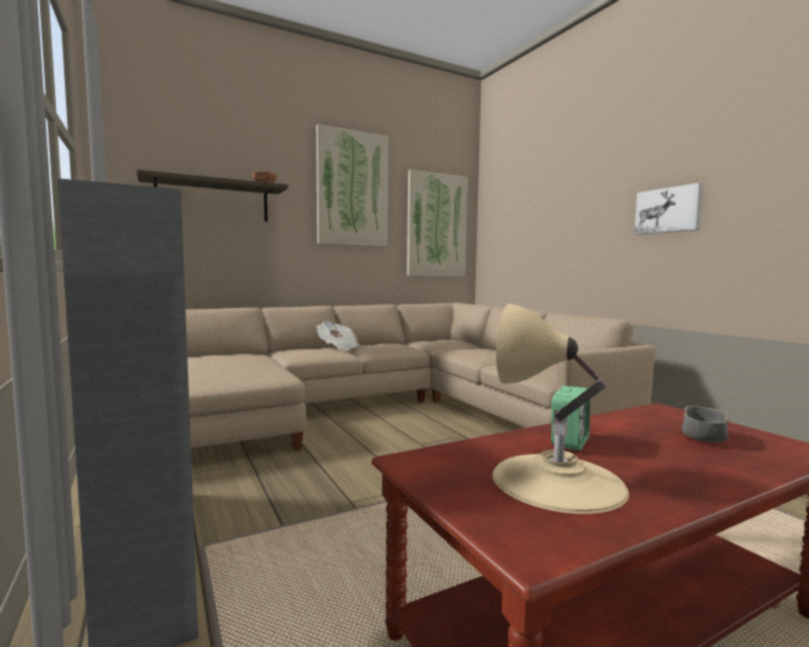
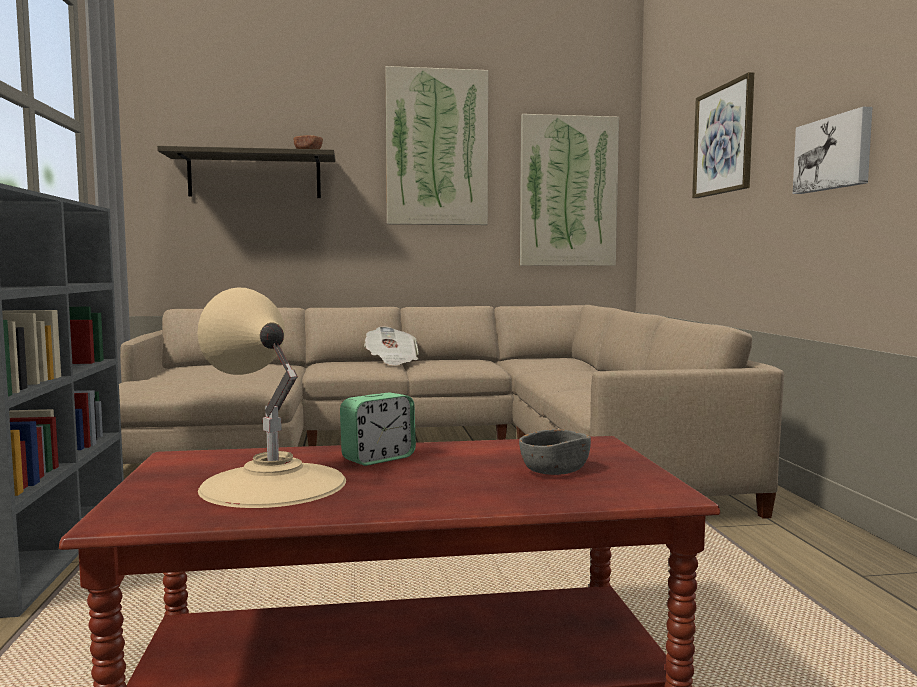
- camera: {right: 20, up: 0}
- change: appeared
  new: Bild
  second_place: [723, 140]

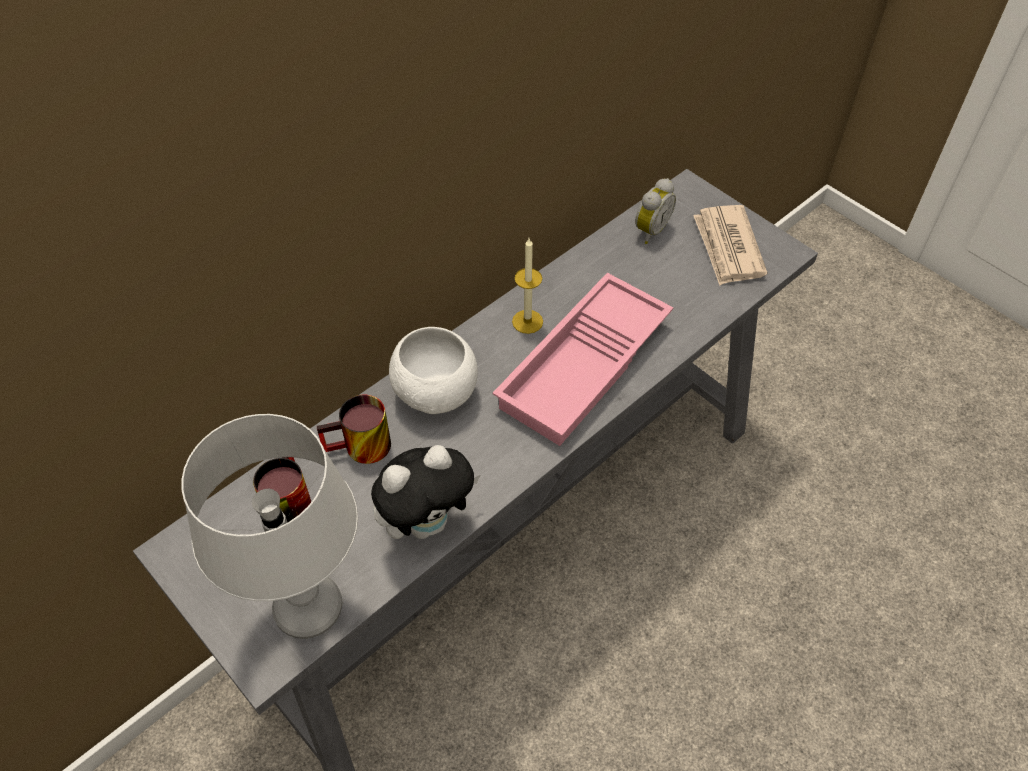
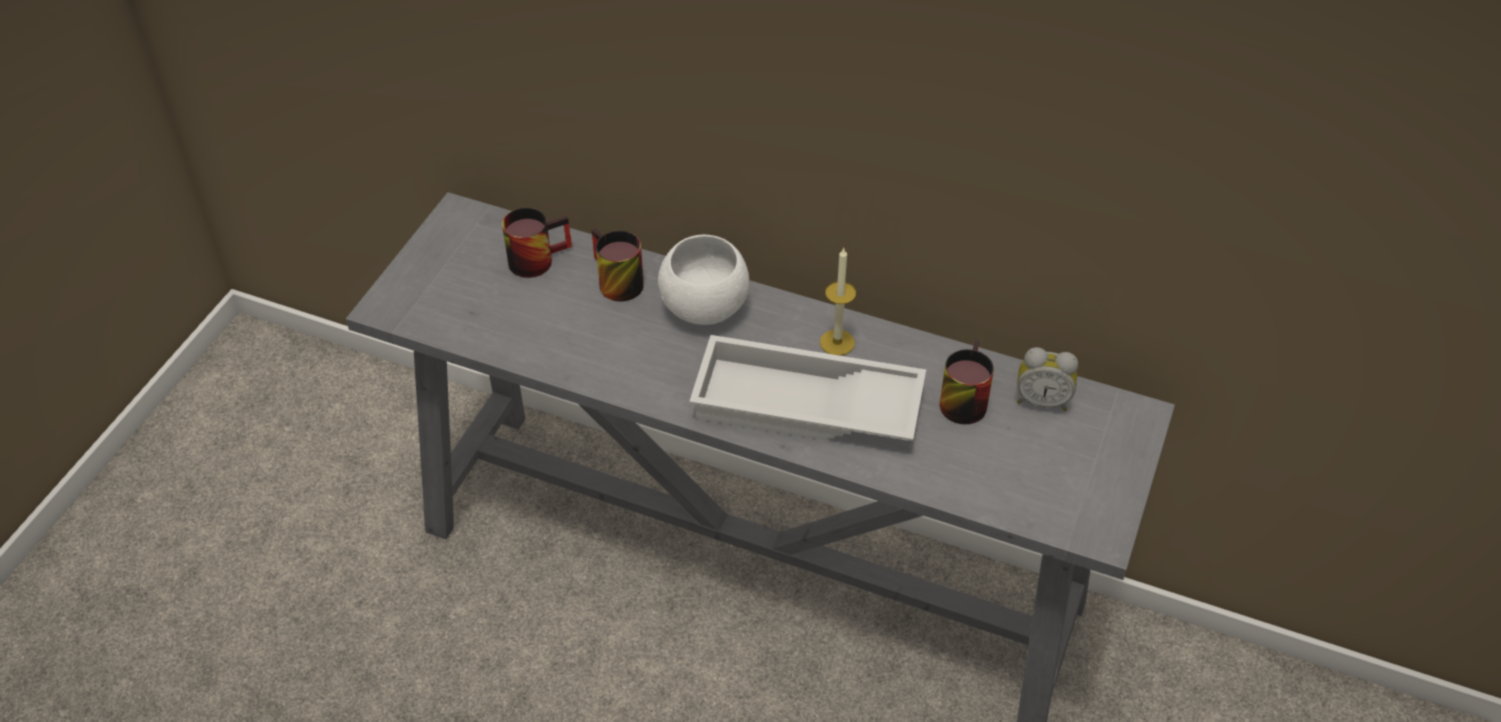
- camera: {right: 65, up: -5}
- change: missing
  old: Zeitung
  first_place: [728, 248]
- change: colour
  old: Tablett (rosa)
  new: Tablett (weiß)
  first_place: [585, 368]
  second_place: [804, 407]
- change: missing
  old: Tischlampe (grau)
  first_place: [309, 609]
- change: missing
  old: Plüschtier
  first_place: [428, 522]
- change: appeared
  new: Henkelbecher
  second_place: [960, 398]

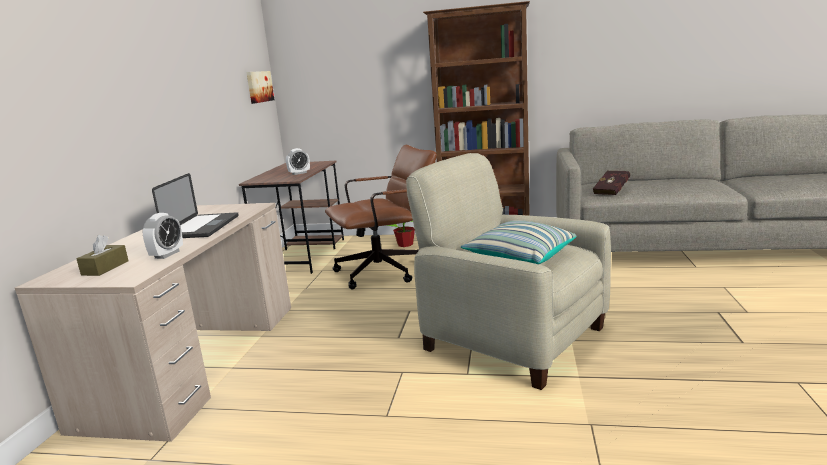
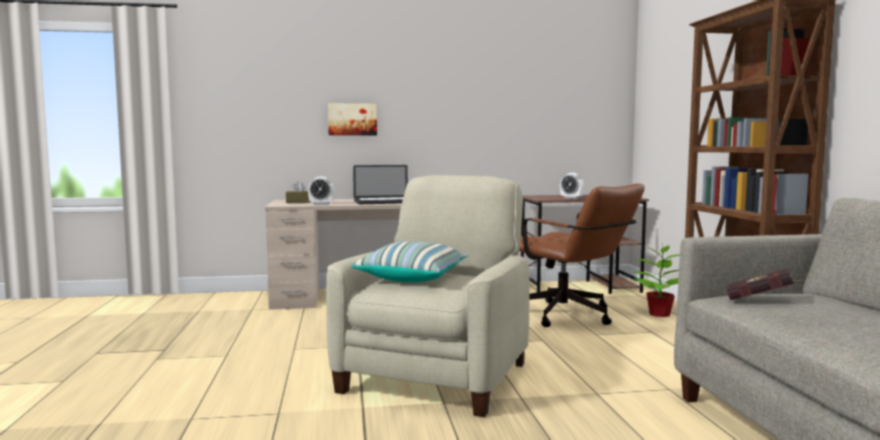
- camera: {right: 70, up: -10}
- change: relocated
  old: Bild
  first_place: [259, 87]
  second_place: [352, 119]

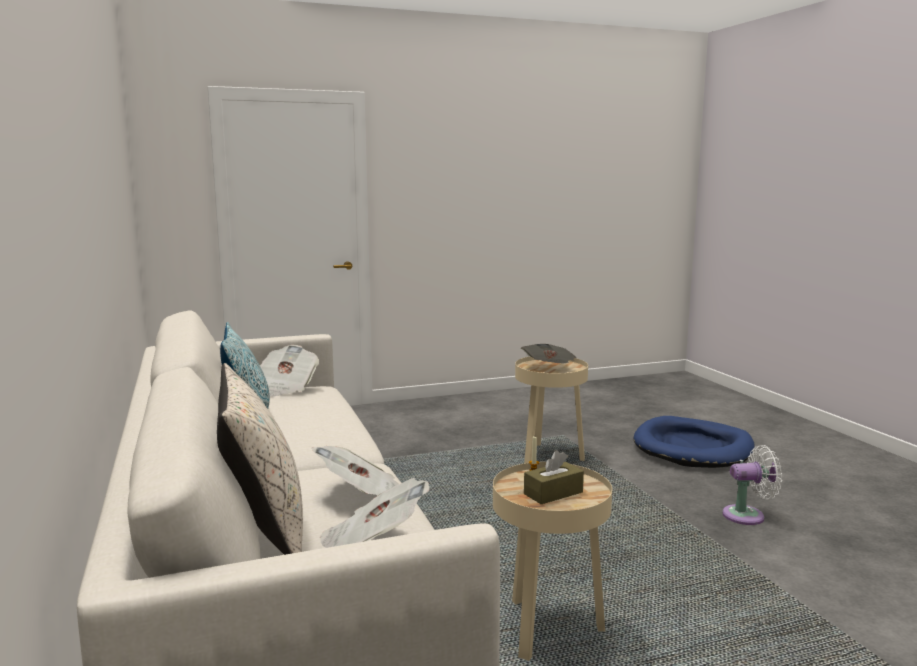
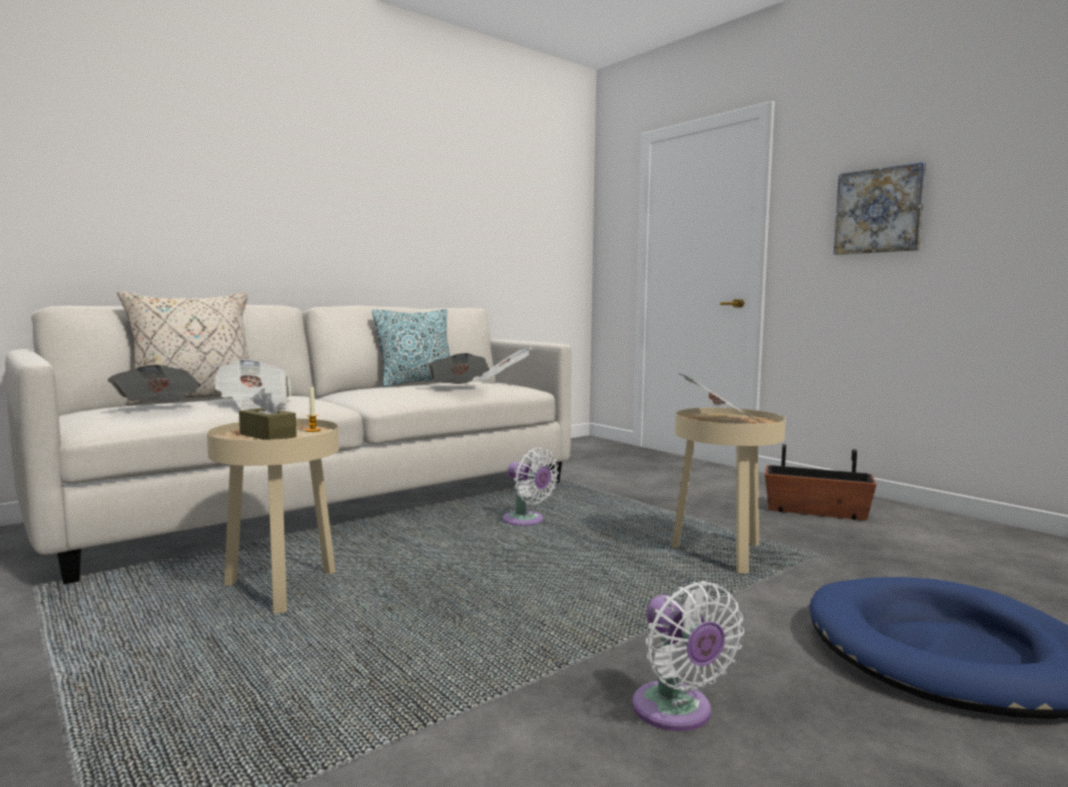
- camera: {right: 70, up: -5}
- change: appeared
  new: Bild
  second_place: [879, 211]
- change: appeared
  new: Zeitung
  second_place: [458, 387]
- change: appeared
  new: Pflanzkübel
  second_place: [816, 511]
- change: appeared
  new: Ventilator (weiß)
  second_place: [526, 521]

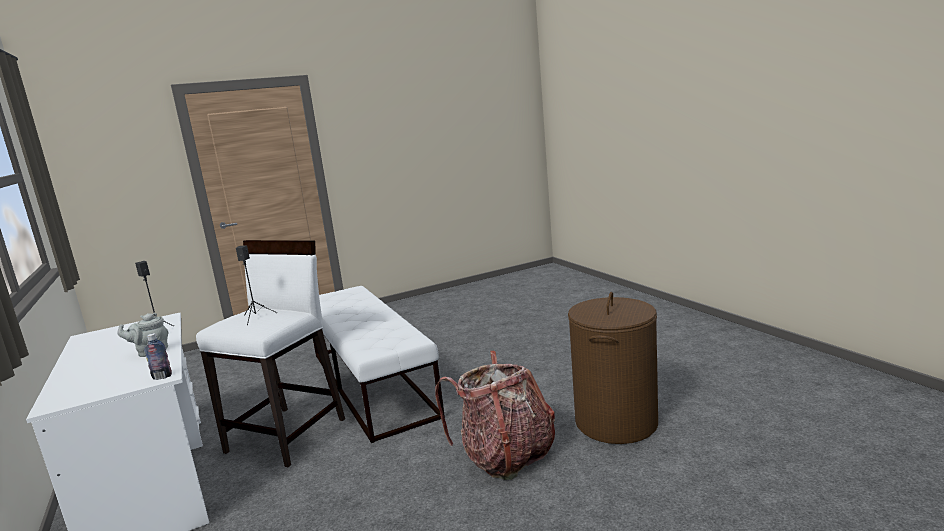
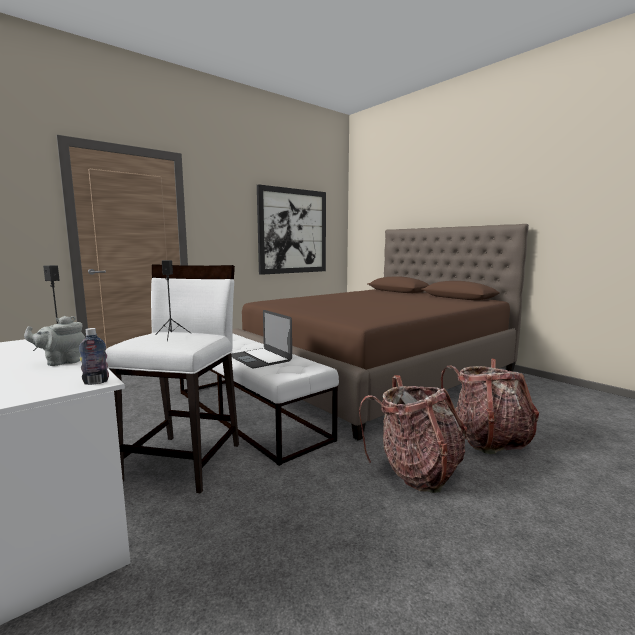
- camera: {right: -15, up: -5}
- change: exchanged
  old: Wäschekorb (braun)
  new: Rucksack
  first_place: [615, 422]
  second_place: [488, 439]
- change: appeared
  new: Bild
  second_place: [293, 231]
- change: appeared
  new: Bett (braun)
  second_place: [377, 374]
- change: appeared
  new: Laptop
  second_place: [259, 358]

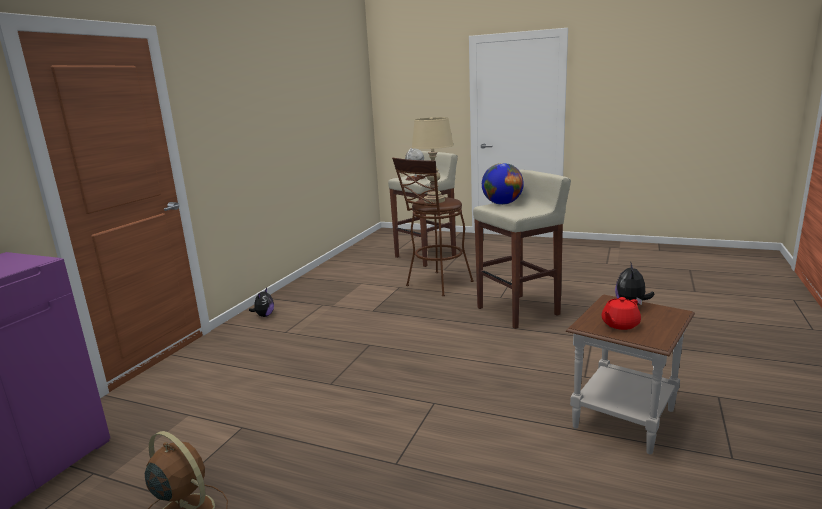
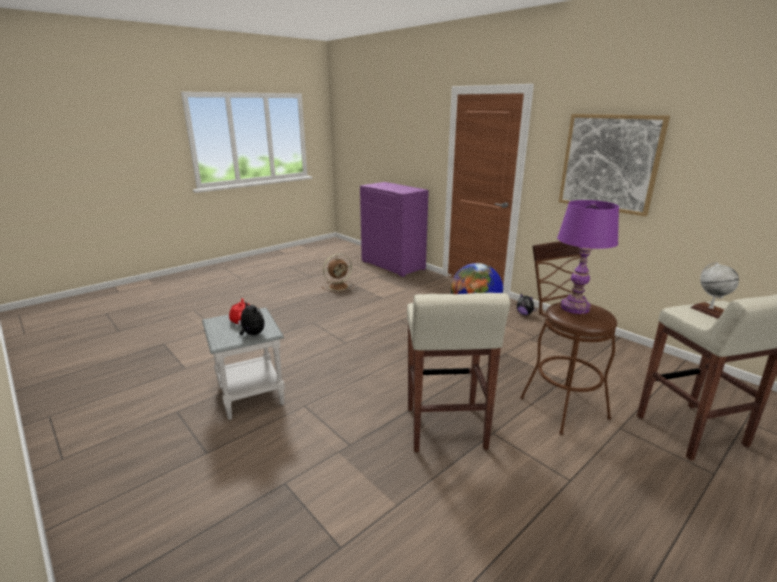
- camera: {right: 115, up: 5}
- change: colour
  old: Tischlampe (beige)
  new: Tischlampe (lila)
  first_place: [434, 201]
  second_place: [574, 308]
- change: colour
  old: Beistelltisch (braun)
  new: Beistelltisch (grau)
  first_place: [623, 419]
  second_place: [250, 395]
- change: appeared
  new: Bild
  second_place: [609, 163]

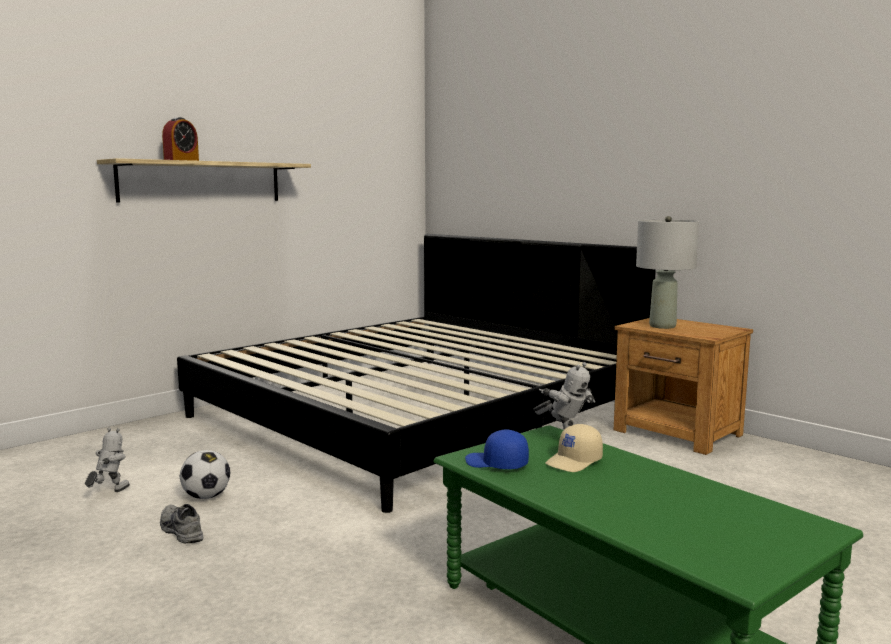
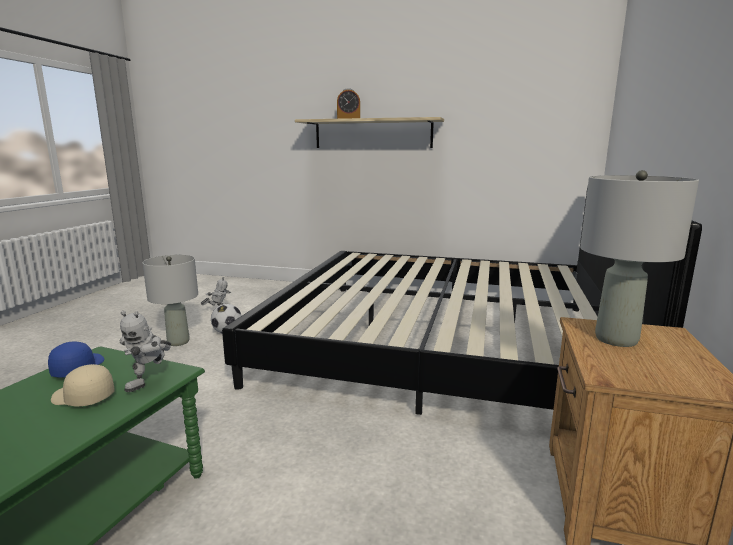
- camera: {right: 60, up: 5}
- change: exchanged
  old: Schuh (grau)
  new: Tischlampe (grau)
  first_place: [179, 531]
  second_place: [178, 342]

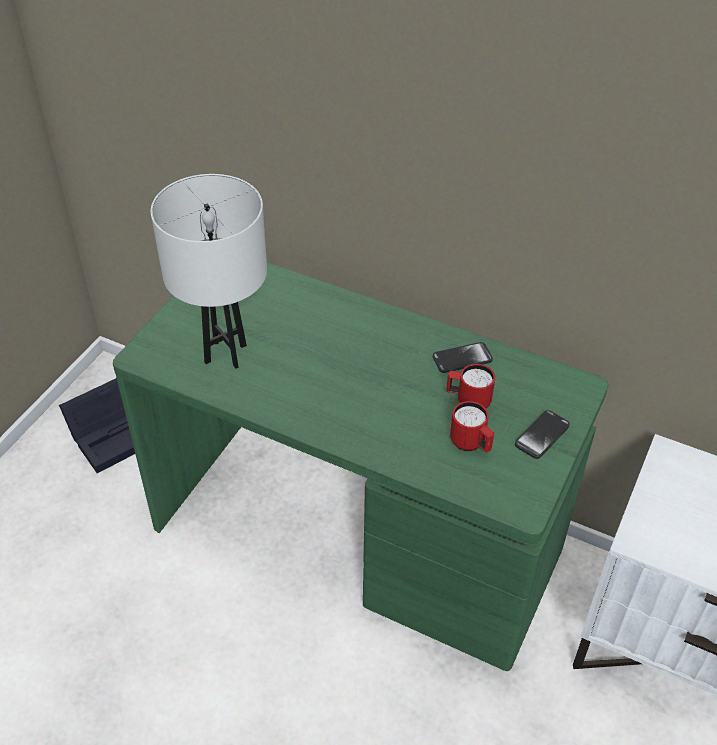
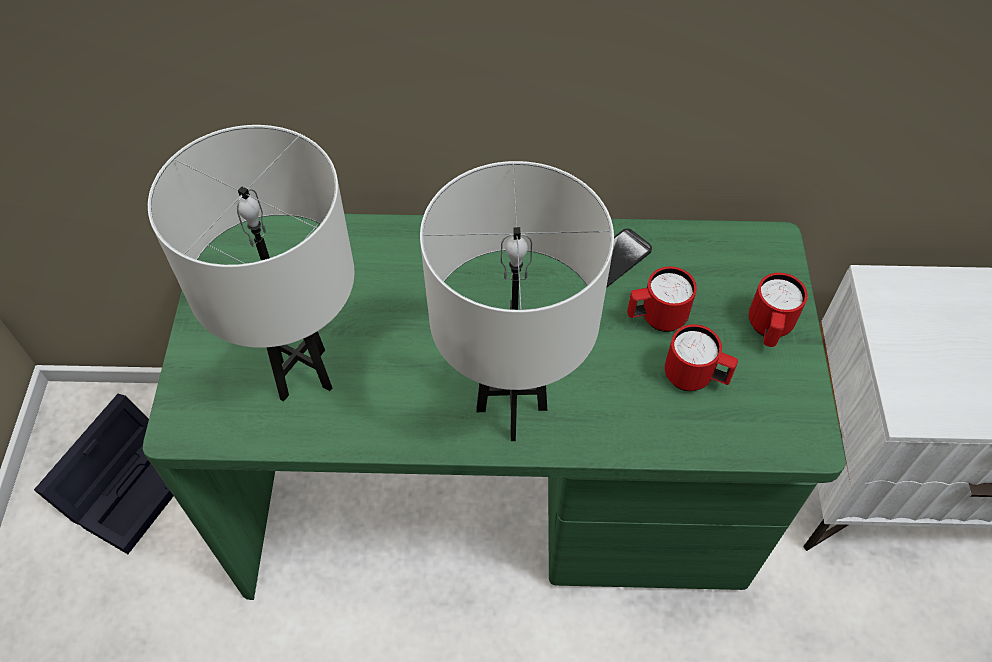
- camera: {right: -25, up: 10}
- change: exchanged
  old: Handy
  new: Henkelbecher (rot)
  first_place: [542, 435]
  second_place: [768, 330]
- change: appeared
  new: Tischlampe (weiß)
  second_place: [511, 409]

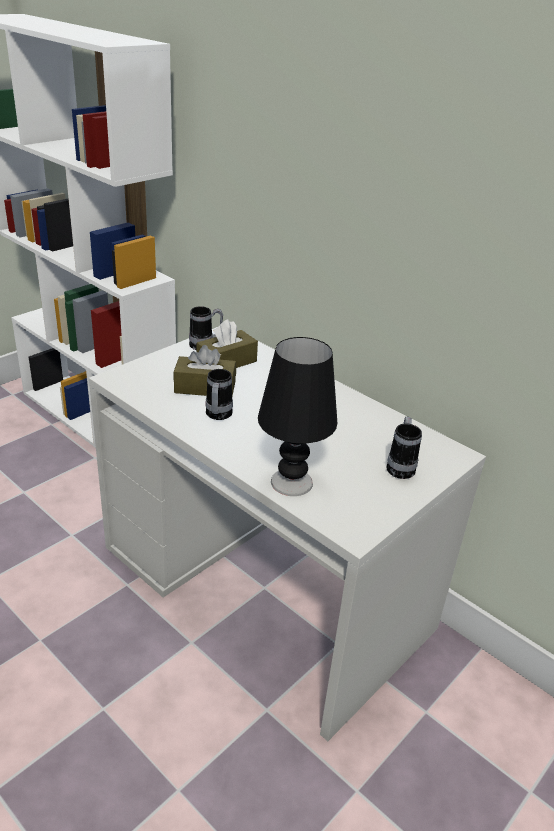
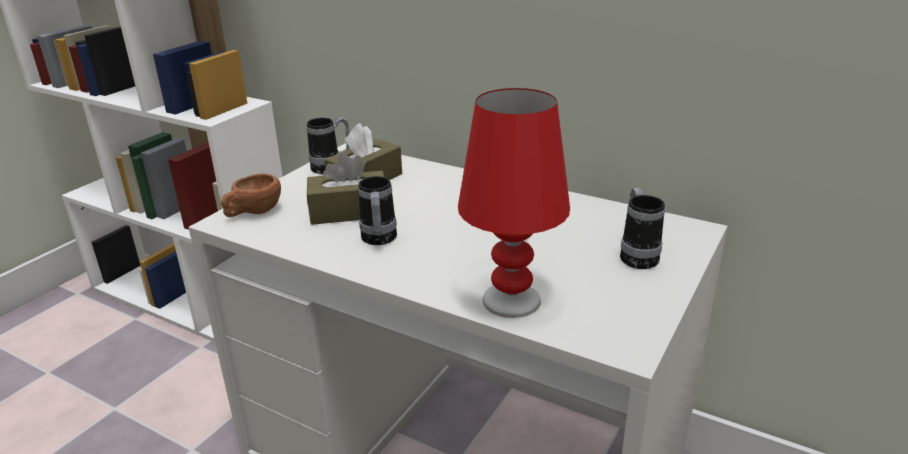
- camera: {right: -10, up: -5}
- change: colour
  old: Tischlampe (schwarz)
  new: Tischlampe (rot)
  first_place: [291, 482]
  second_place: [511, 300]
- change: appeared
  new: Tasse (braun)
  second_place: [253, 213]

